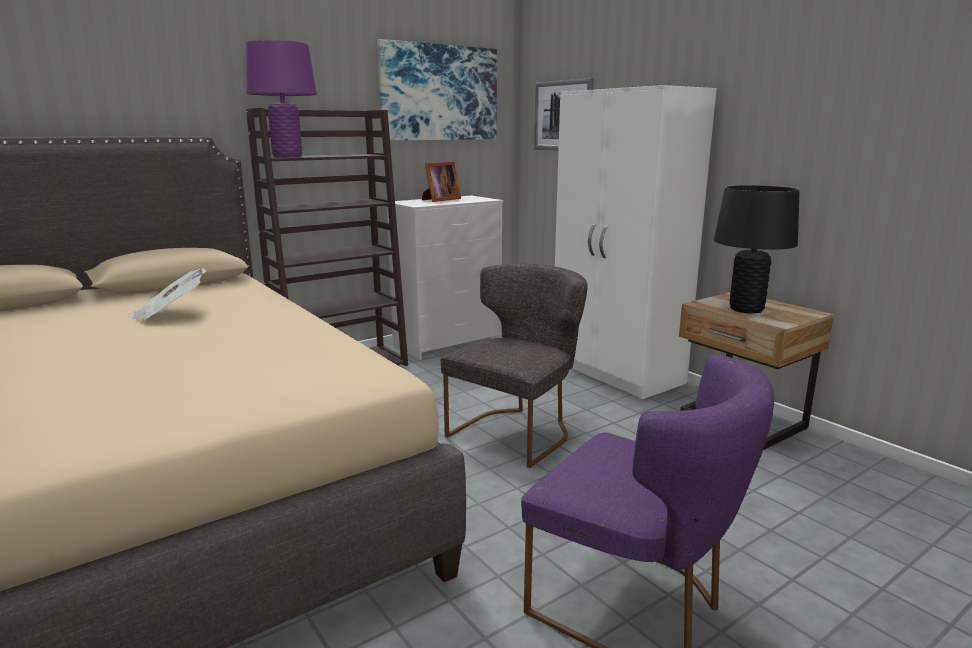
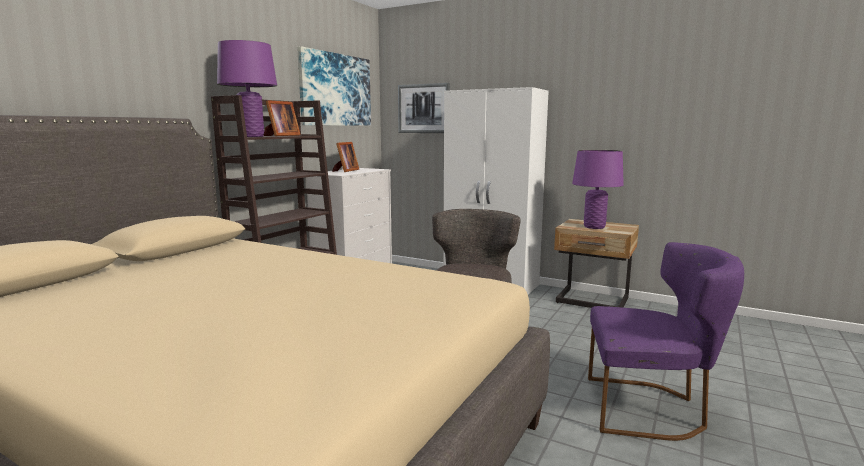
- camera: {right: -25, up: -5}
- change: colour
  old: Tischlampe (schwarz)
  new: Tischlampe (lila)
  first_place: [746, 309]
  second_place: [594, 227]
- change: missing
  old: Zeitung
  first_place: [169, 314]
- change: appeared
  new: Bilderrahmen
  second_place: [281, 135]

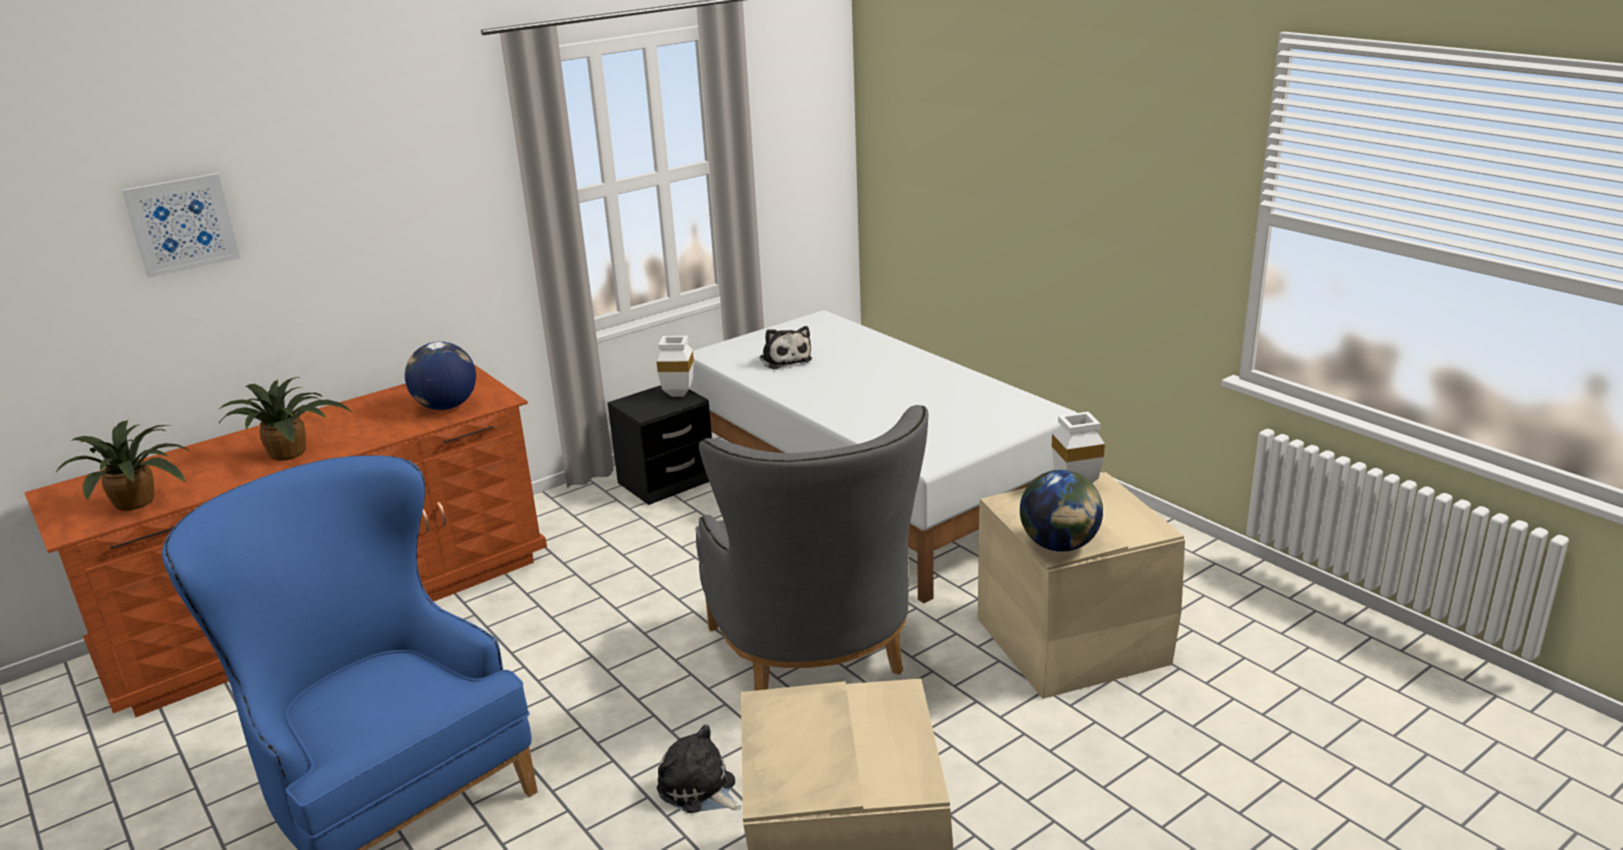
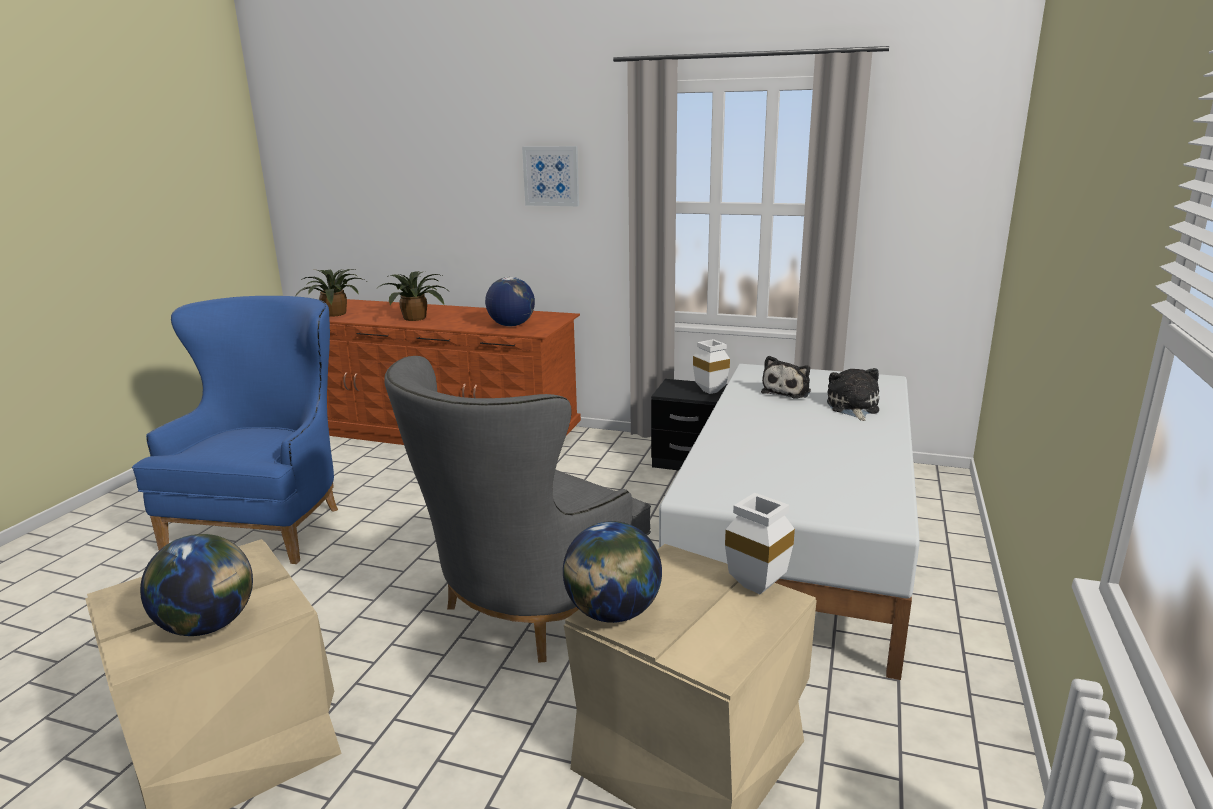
- camera: {right: 55, up: -5}
- change: relocated
  old: Bild
  first_place: [182, 224]
  second_place: [551, 176]
- change: relocated
  old: Plüschtier
  first_place: [699, 789]
  second_place: [853, 407]
- change: appeared
  new: Globus
  second_place: [208, 625]

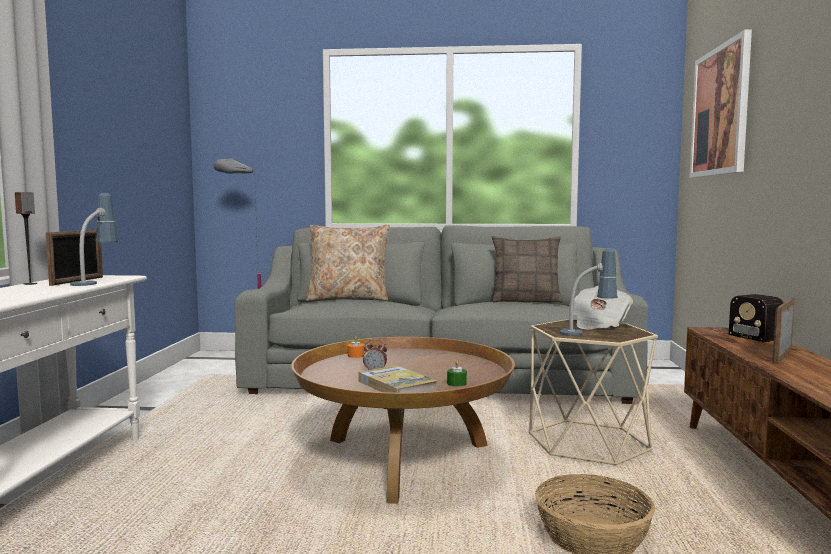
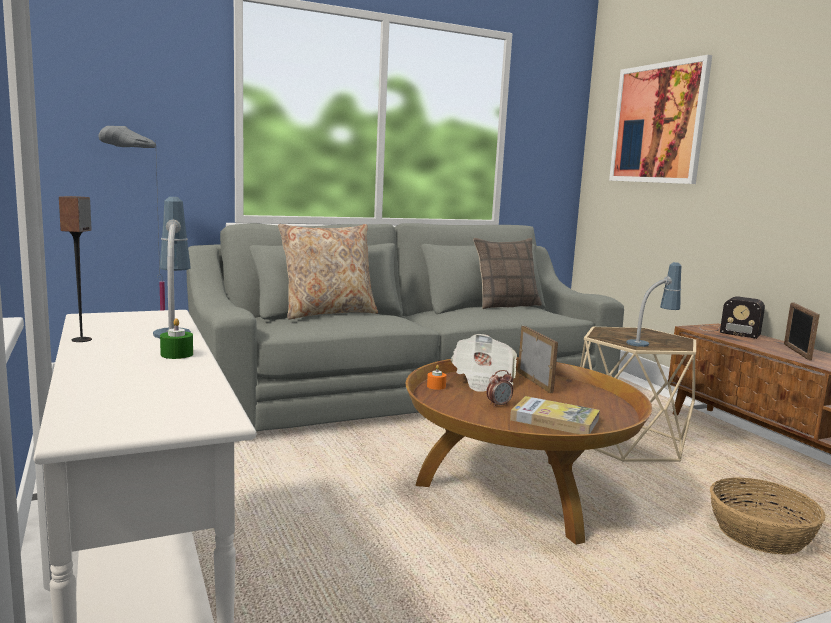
- camera: {right: -30, up: 5}
- change: relocated
  old: Bilderrahmen
  first_place: [77, 281]
  second_place: [535, 382]
- change: relocated
  old: Zeitung
  first_place: [598, 324]
  second_place: [483, 381]
- change: relocated
  old: Kerze (grün)
  first_place: [456, 383]
  second_place: [177, 354]

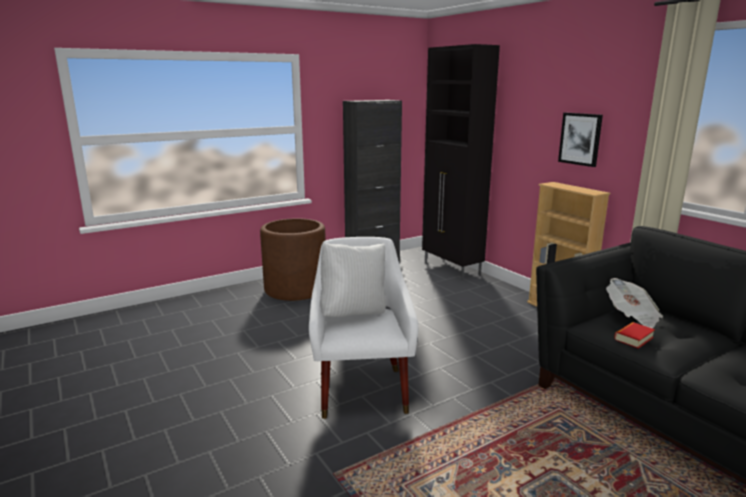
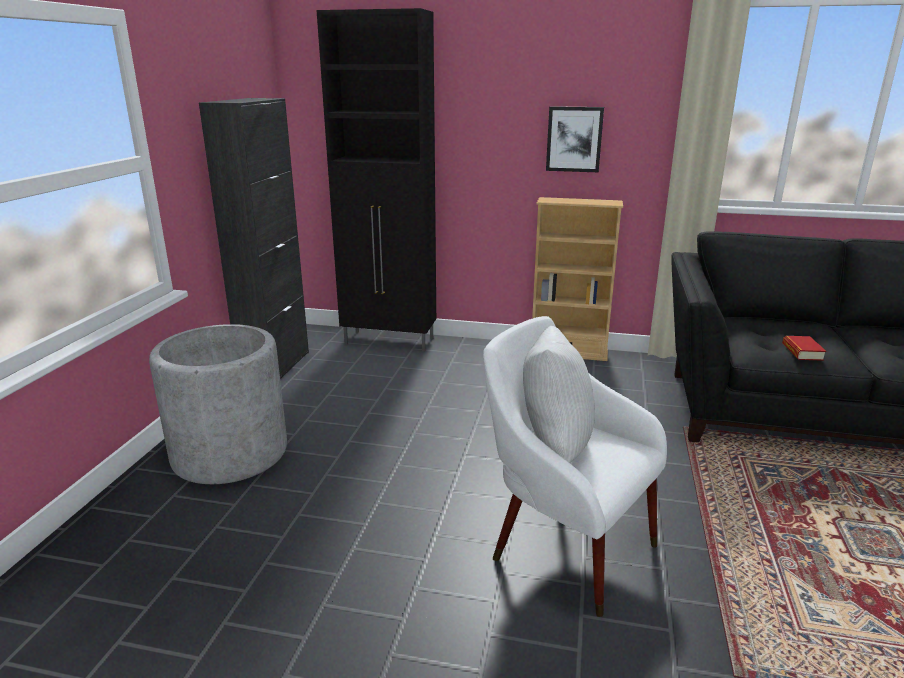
- camera: {right: -45, up: 5}
- change: colour
  old: Pflanzkübel (braun)
  new: Pflanzkübel (grau)
  first_place: [296, 289]
  second_place: [230, 453]
- change: missing
  old: Zeitung
  first_place: [632, 316]

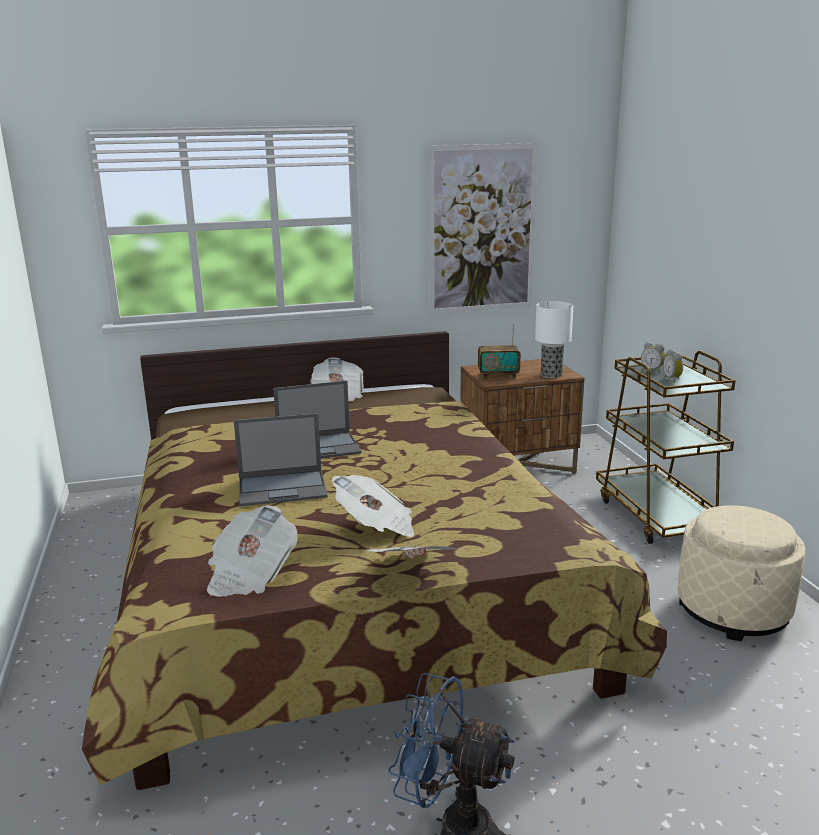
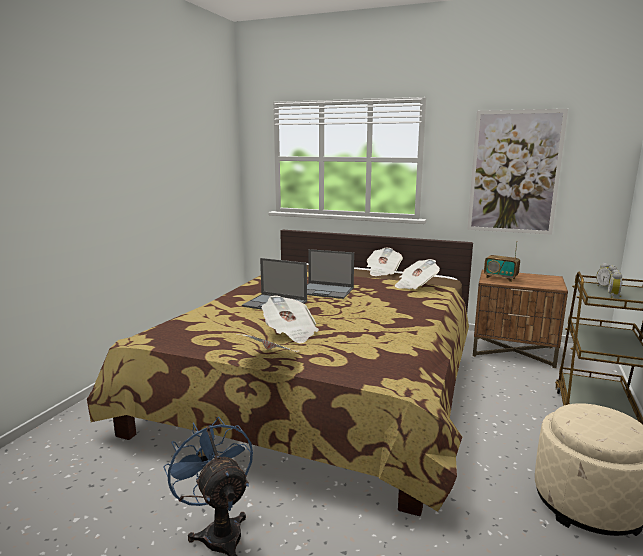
- camera: {right: 35, up: -5}
- change: missing
  old: Tischlampe
  first_place: [551, 375]
- change: relocated
  old: Zeitung
  first_place: [250, 574]
  second_place: [415, 285]

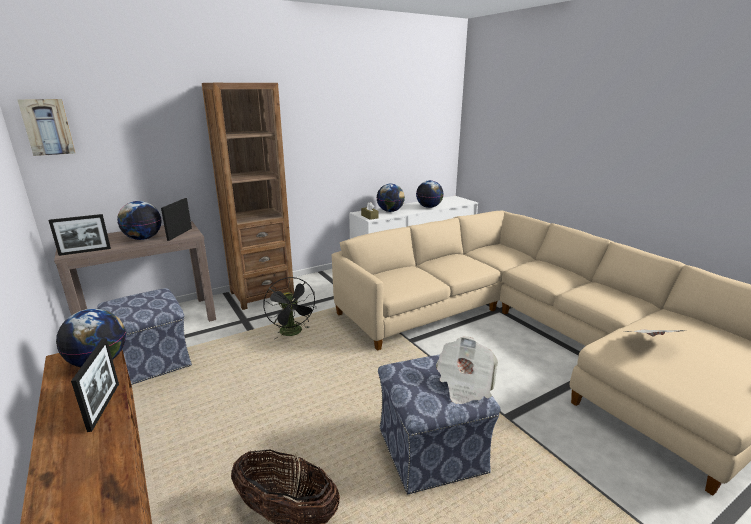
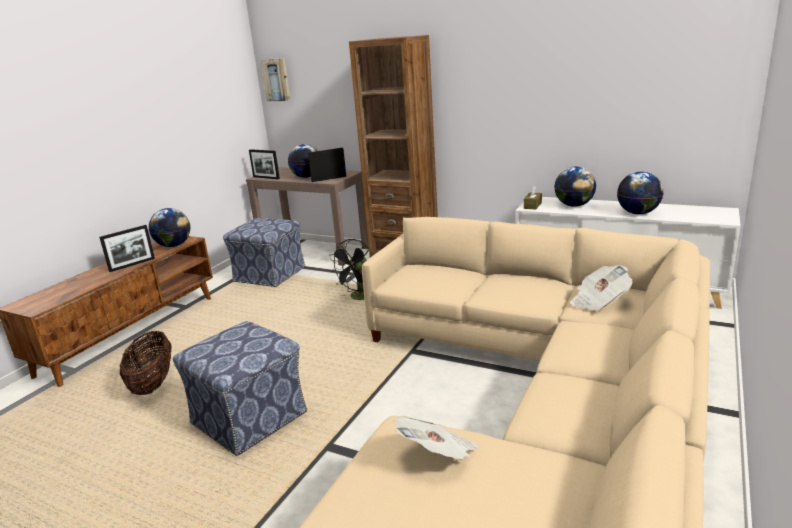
- camera: {right: 60, up: 0}
- change: relocated
  old: Zeitung
  first_place: [465, 384]
  second_place: [599, 302]

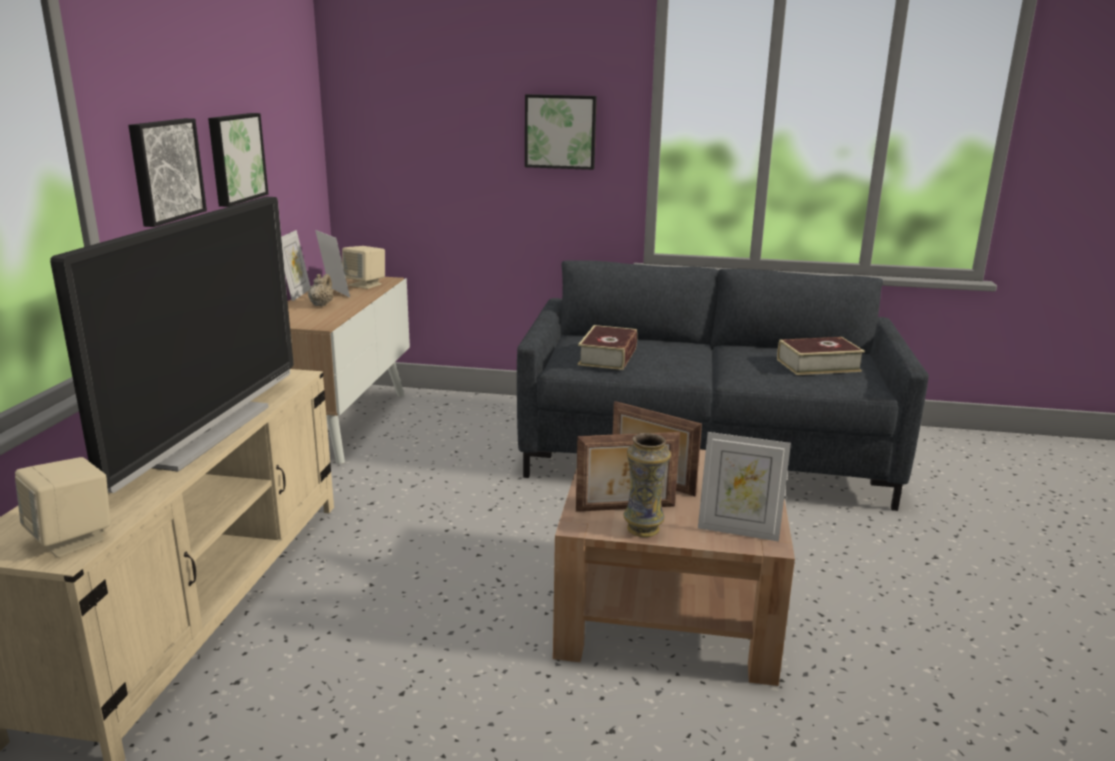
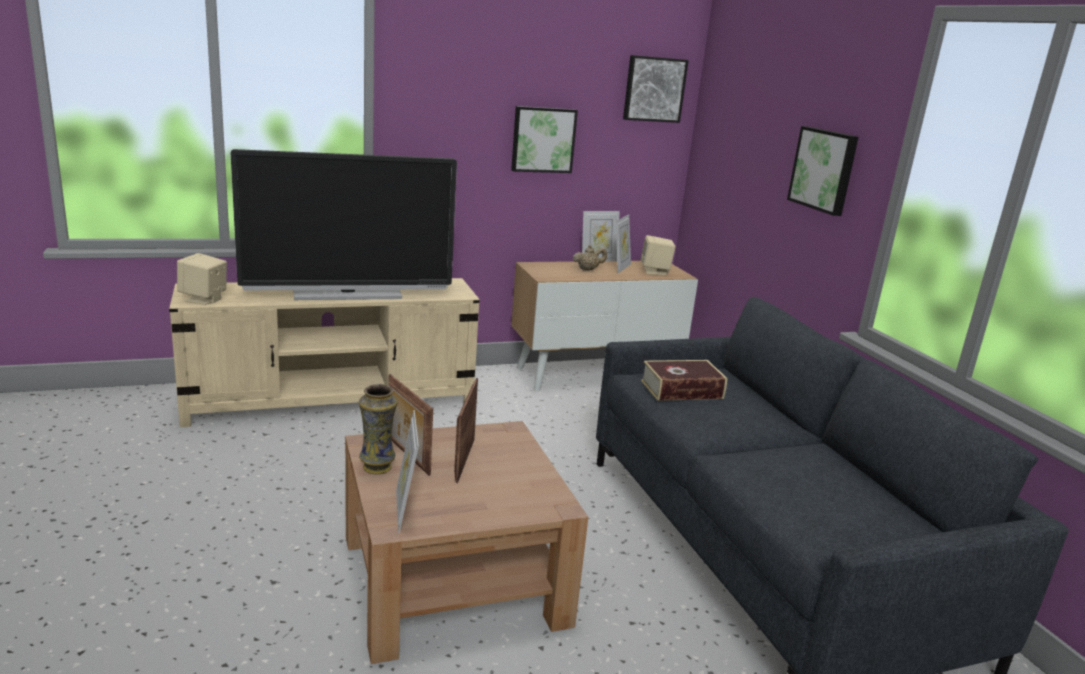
- camera: {right: 60, up: 0}
- change: relocated
  old: Bild
  first_place: [164, 170]
  second_place: [654, 89]
- change: missing
  old: Buch
  first_place: [818, 365]

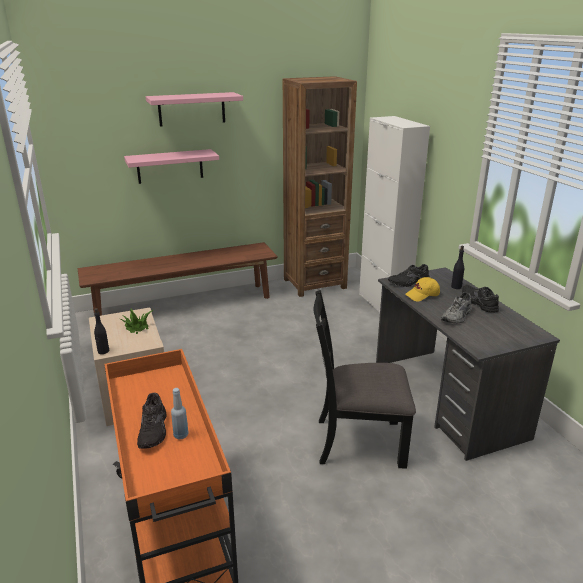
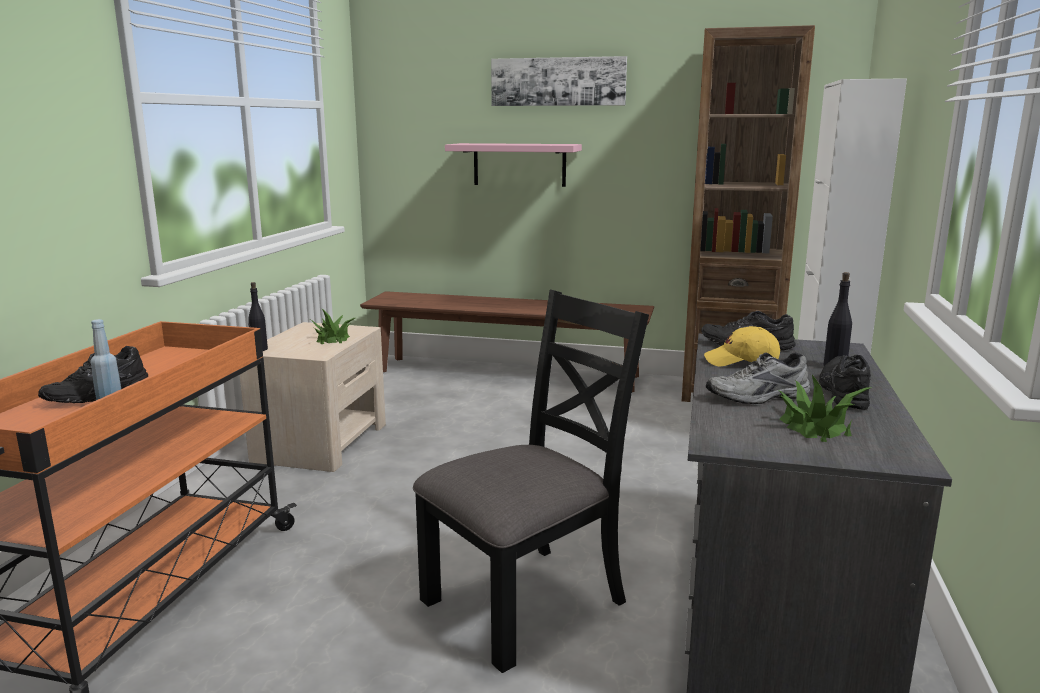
- camera: {right: 35, up: -10}
- change: exchanged
  old: Wandregal (rosa)
  new: Bild
  first_place: [191, 109]
  second_place: [558, 82]
- change: spun
  old: Stuhl (schwarz)
  first_place: [358, 441]
  second_place: [526, 601]
  degrees: 105
- change: appeared
  new: Topfpflanze
  second_place: [815, 427]

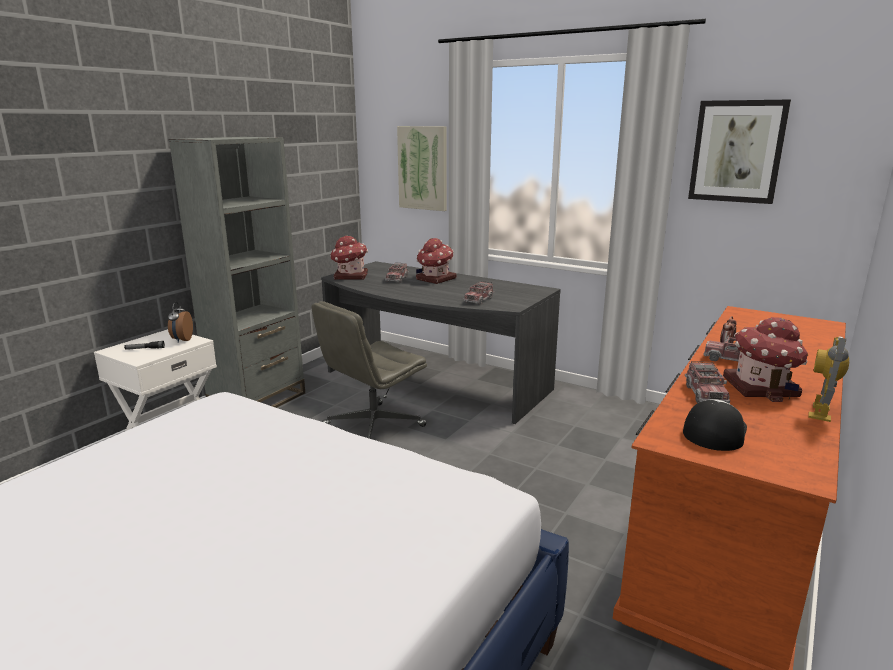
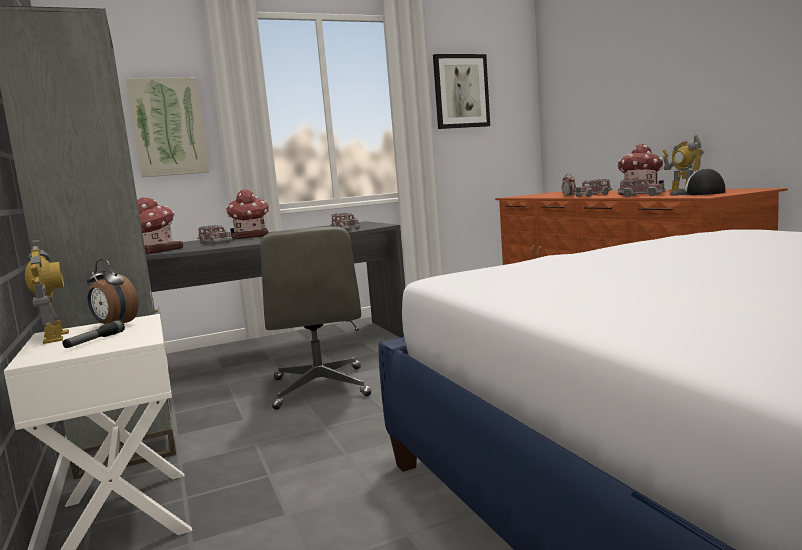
- camera: {right: -55, up: -10}
- change: appeared
  new: Spielzeugroboter
  second_place: [54, 337]

